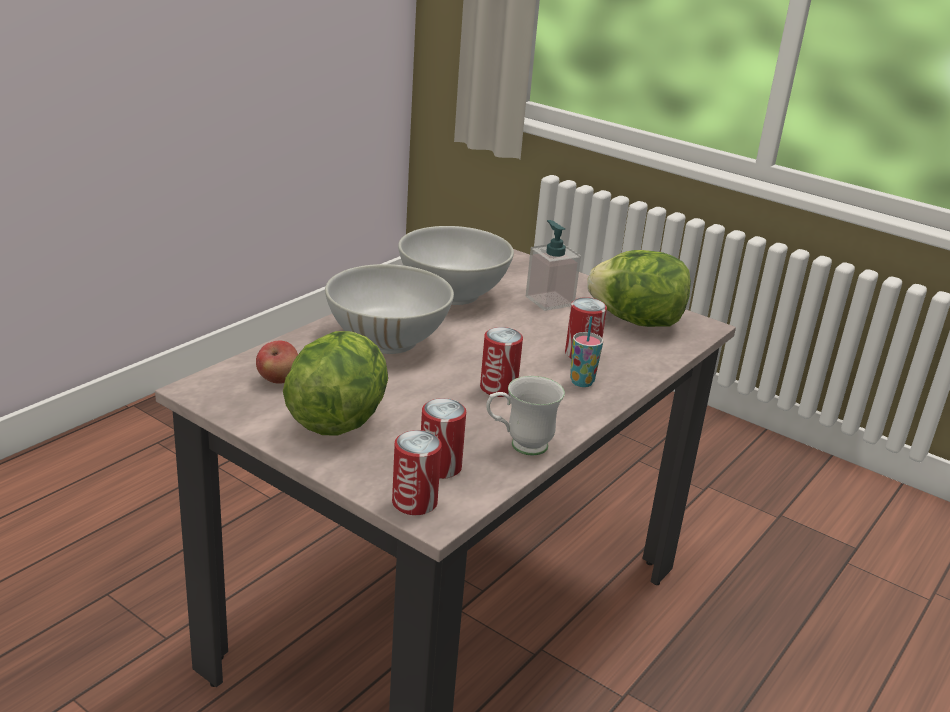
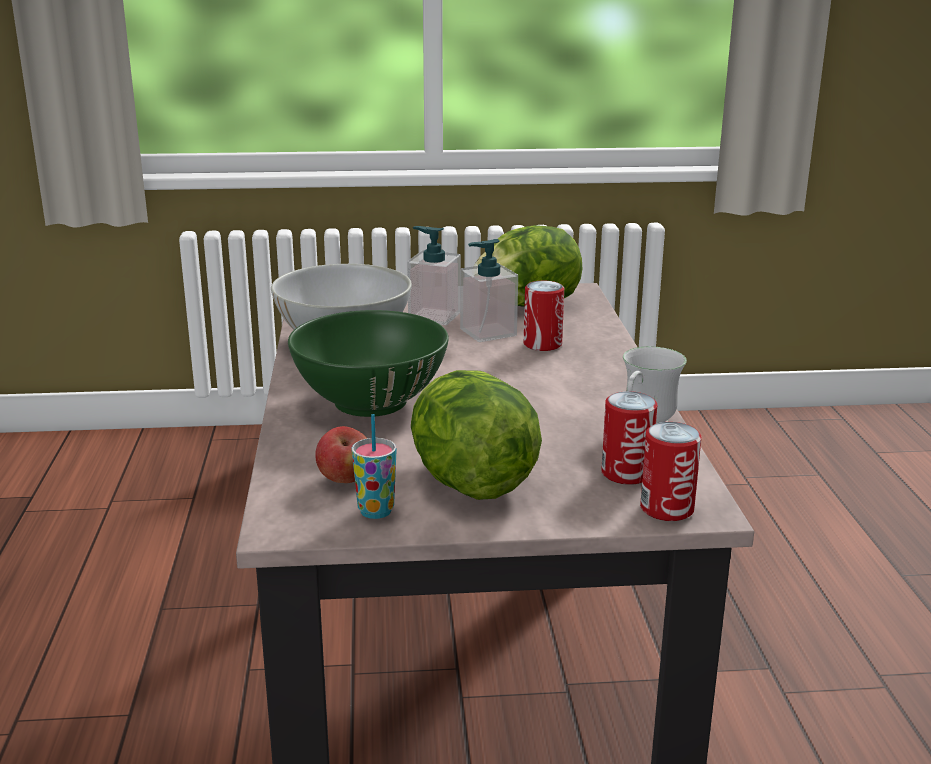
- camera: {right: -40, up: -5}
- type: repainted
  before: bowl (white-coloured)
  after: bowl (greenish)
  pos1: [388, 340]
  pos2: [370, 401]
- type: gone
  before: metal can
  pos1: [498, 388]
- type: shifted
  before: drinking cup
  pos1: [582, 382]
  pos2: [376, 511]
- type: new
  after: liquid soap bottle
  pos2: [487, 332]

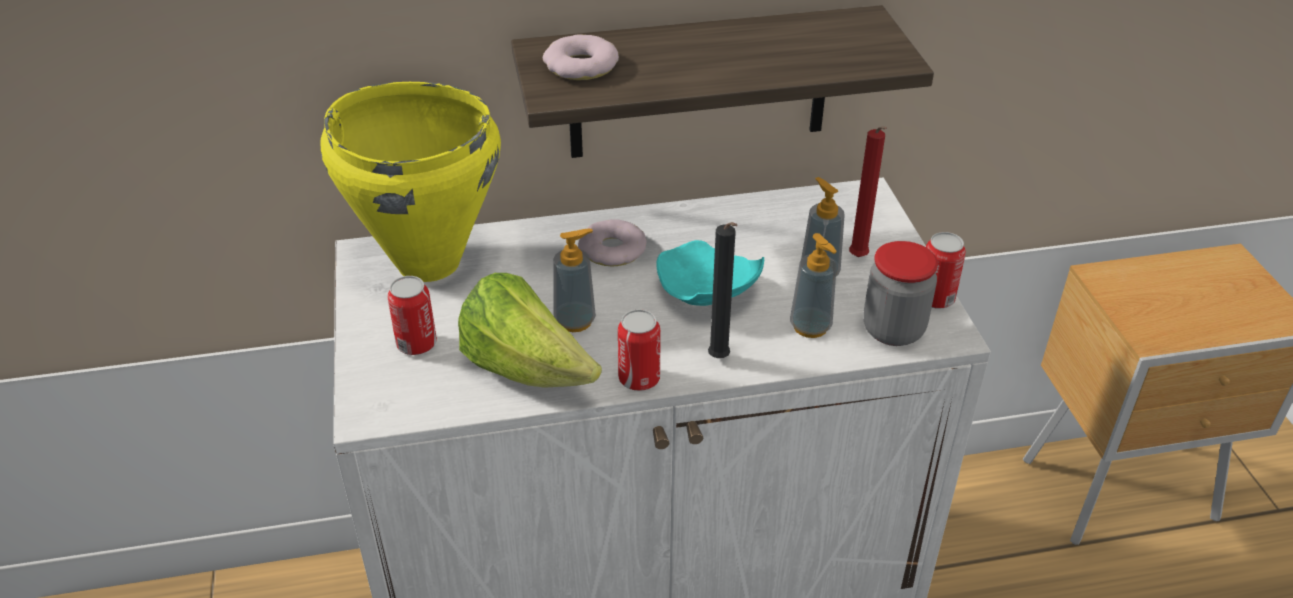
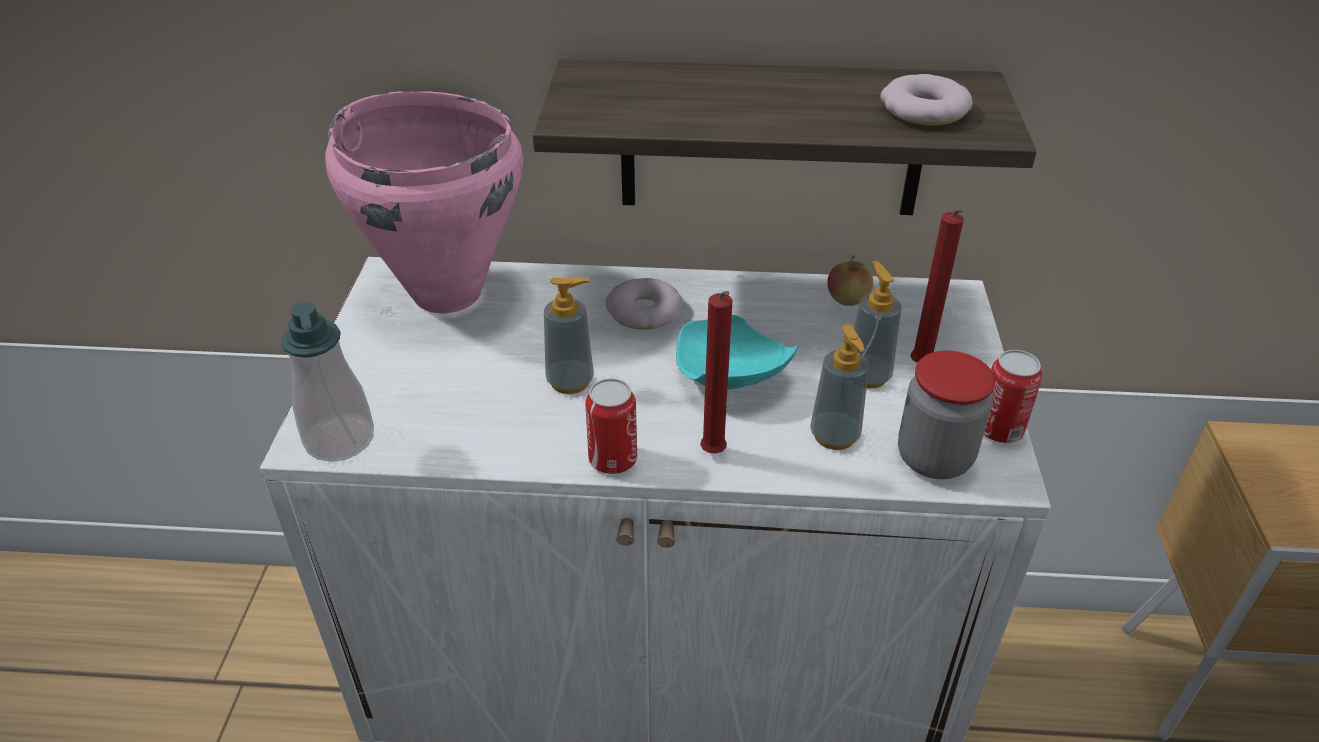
- camera: {right: 15, up: 0}
- type: repainted
  before: stockpot (yellow)
  after: stockpot (pinkish)
  pos1: [428, 261]
  pos2: [447, 292]
- type: gone
  before: metal can
  pos1: [416, 344]
- type: gone
  before: lettuce
  pos1: [527, 369]
- type: shifted
  before: doughnut
  pos1: [581, 66]
  pos2: [924, 110]
- type: repainted
  before: candle (blackish)
  after: candle (red-coloured)
  pos1: [720, 360]
  pos2: [713, 455]
- type: new
  after: liquid soap bottle
  pos2: [340, 439]
- type: new
  after: whole apple
  pos2: [847, 300]

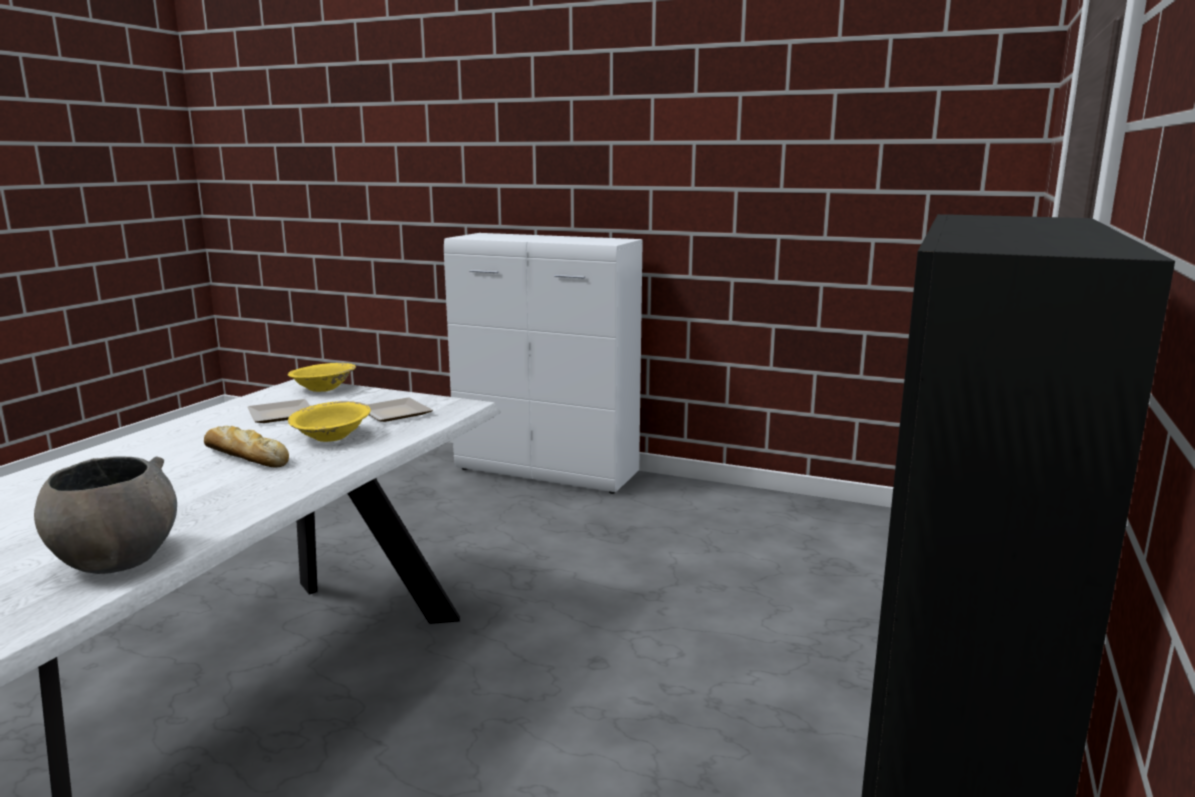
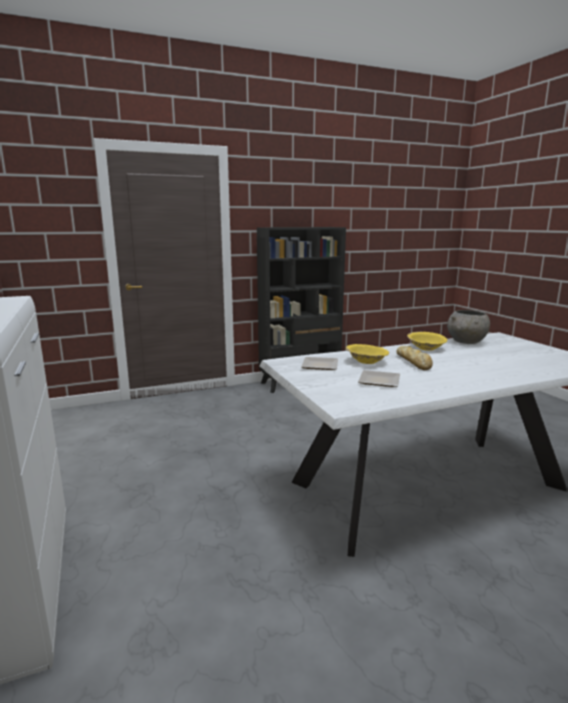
- camera: {right: -135, up: 0}
- type: shifted
  before: bowl (yellow)
  pos1: [323, 388]
  pos2: [426, 348]

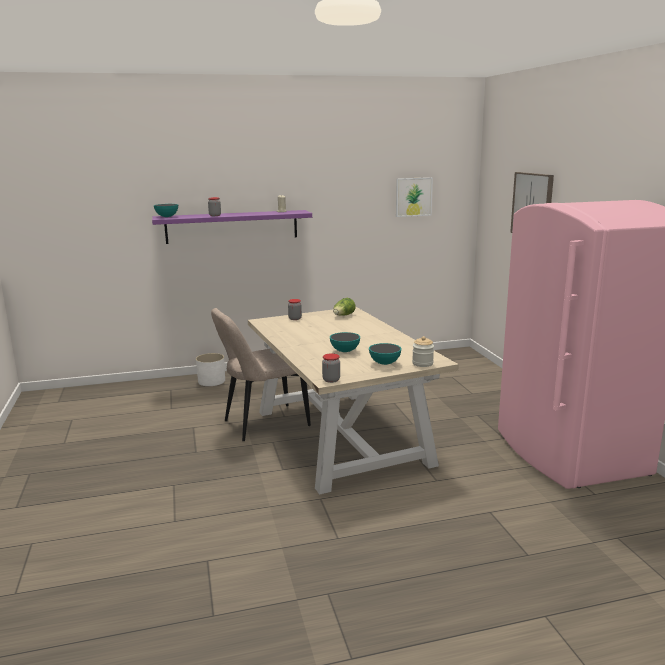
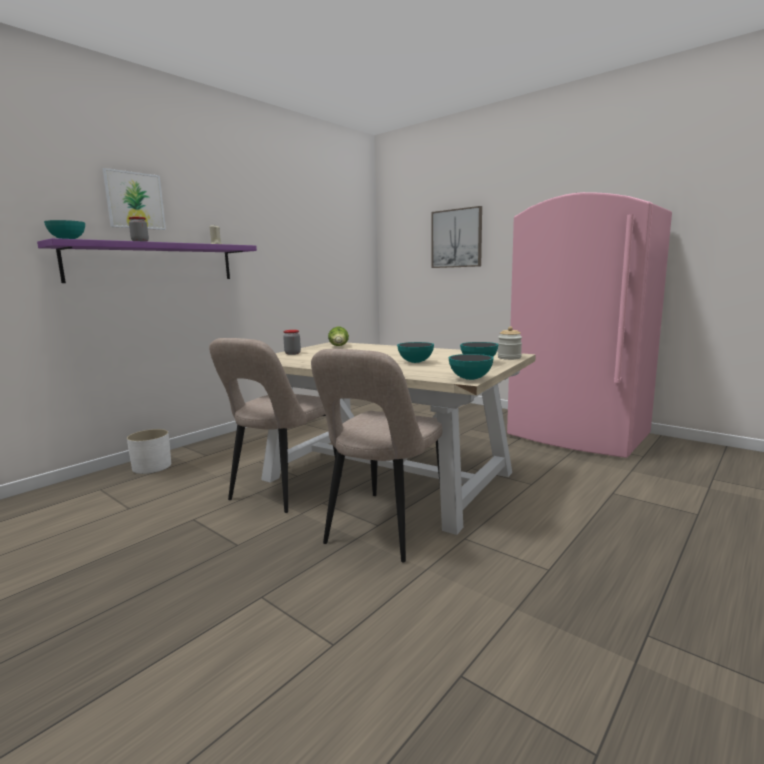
- camera: {right: -35, up: -5}
- type: swapped
  before: storage jar
  after: bowl
  pos1: [331, 380]
  pos2: [470, 379]
- type: shifted
  before: picture
  pos1: [413, 197]
  pos2: [135, 200]
- type: new
  after: upright chair (beige-coloured)
  pos2: [384, 529]

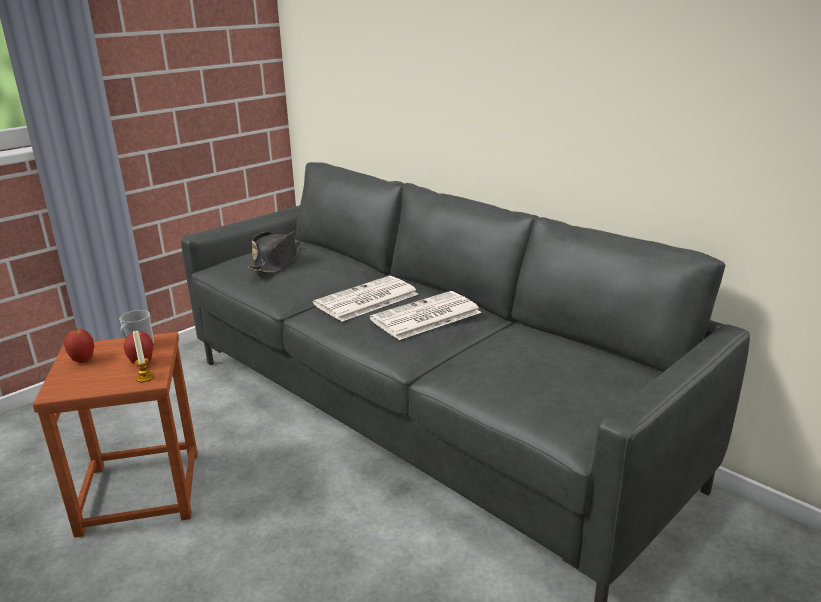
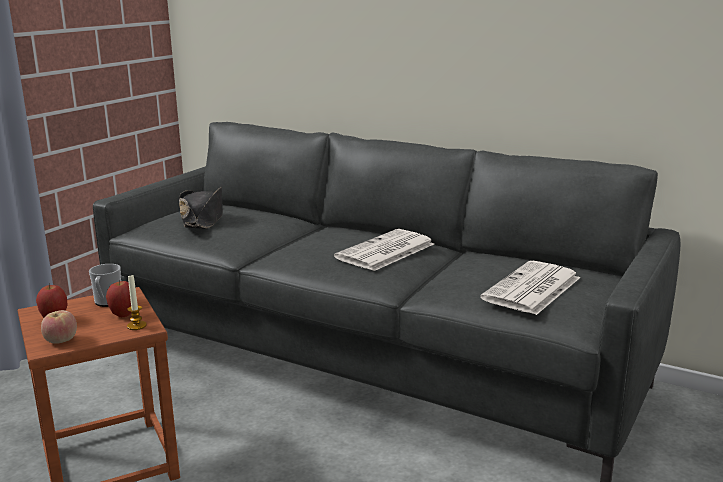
- camera: {right: -15, up: -5}
- type: shifted
  before: daily paper
  pos1: [366, 300]
  pos2: [532, 289]
- type: new
  after: whole apple
  pos2: [60, 340]

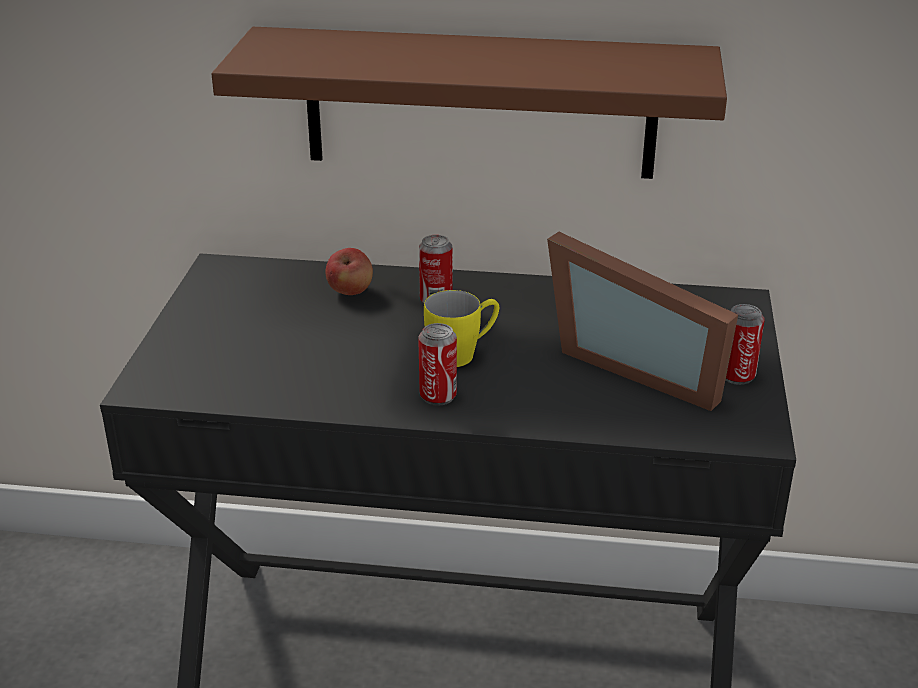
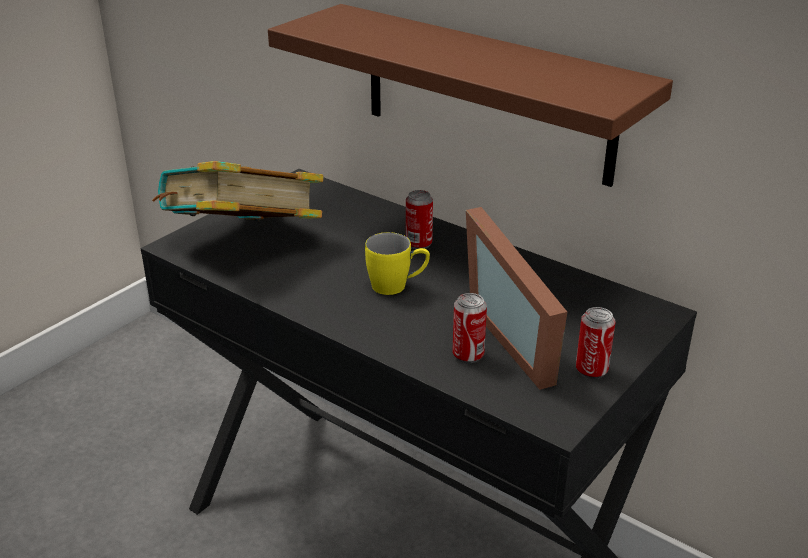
- camera: {right: 30, up: 0}
- type: gone
  before: whole apple
  pos1: [350, 291]
- type: shifted
  before: metal can
  pos1: [438, 396]
  pos2: [468, 355]
- type: new
  after: book
  pos2: [243, 243]

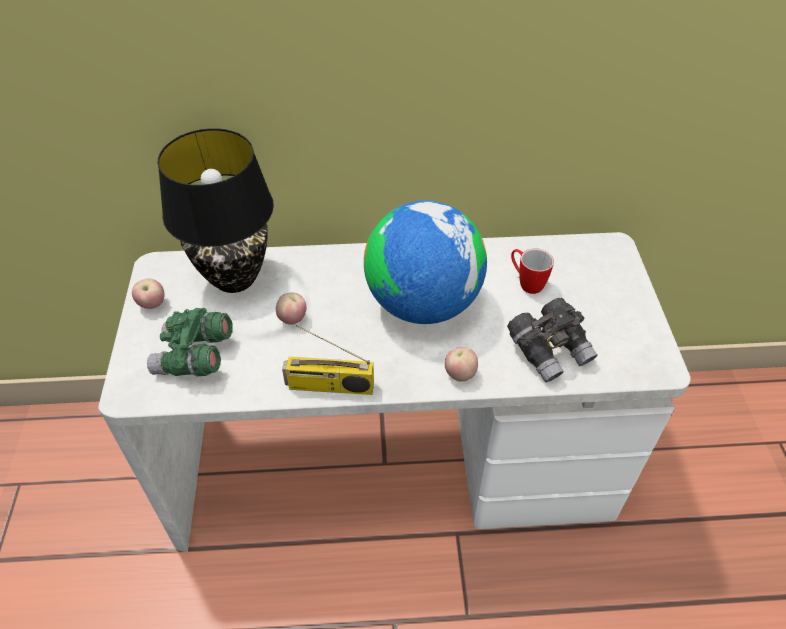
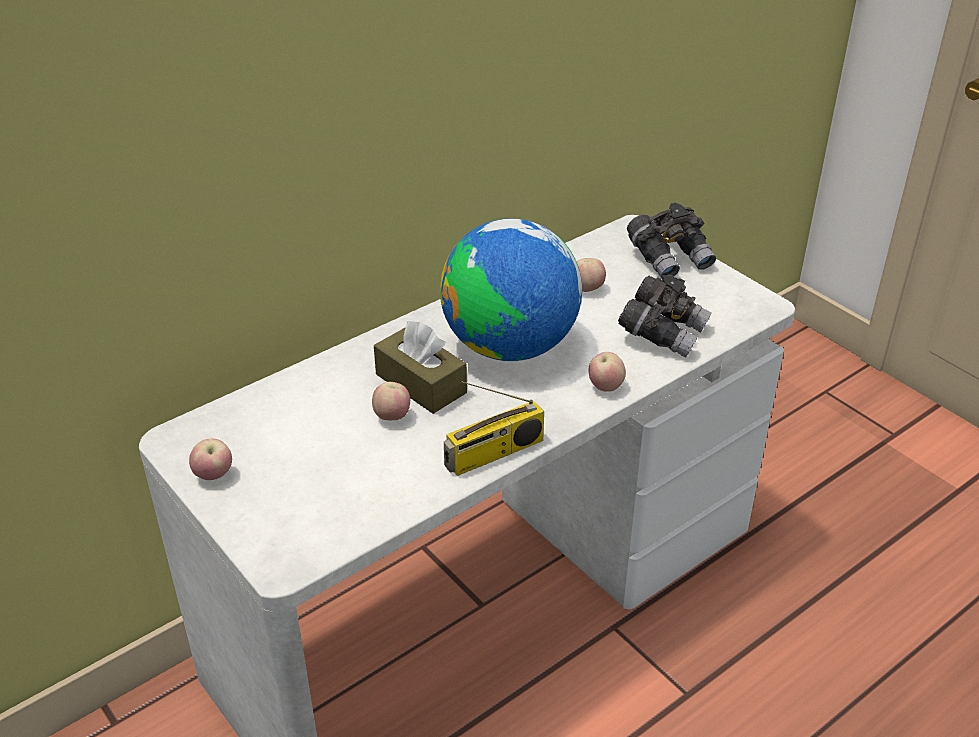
- camera: {right: -35, up: -10}
- type: gone
  before: field glasses (greenish)
  pos1: [195, 358]
- type: gone
  before: lamp for a table (blackish)
  pos1: [233, 278]
- type: swapped
  before: coffee mug
  after: whole apple
  pos1: [526, 283]
  pos2: [587, 289]
- type: new
  after: tissue box (brown)
  pos2: [421, 383]
- type: new
  after: field glasses (grey)
  pos2: [670, 258]

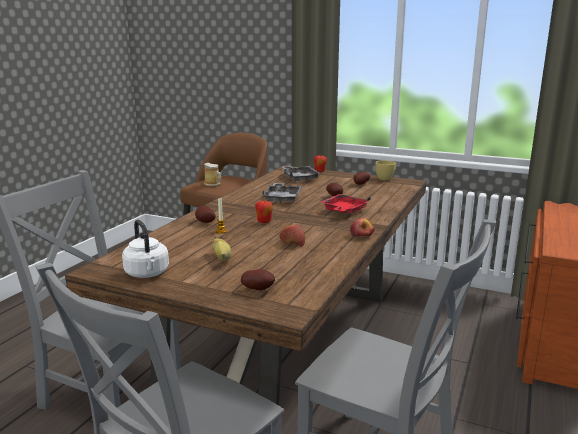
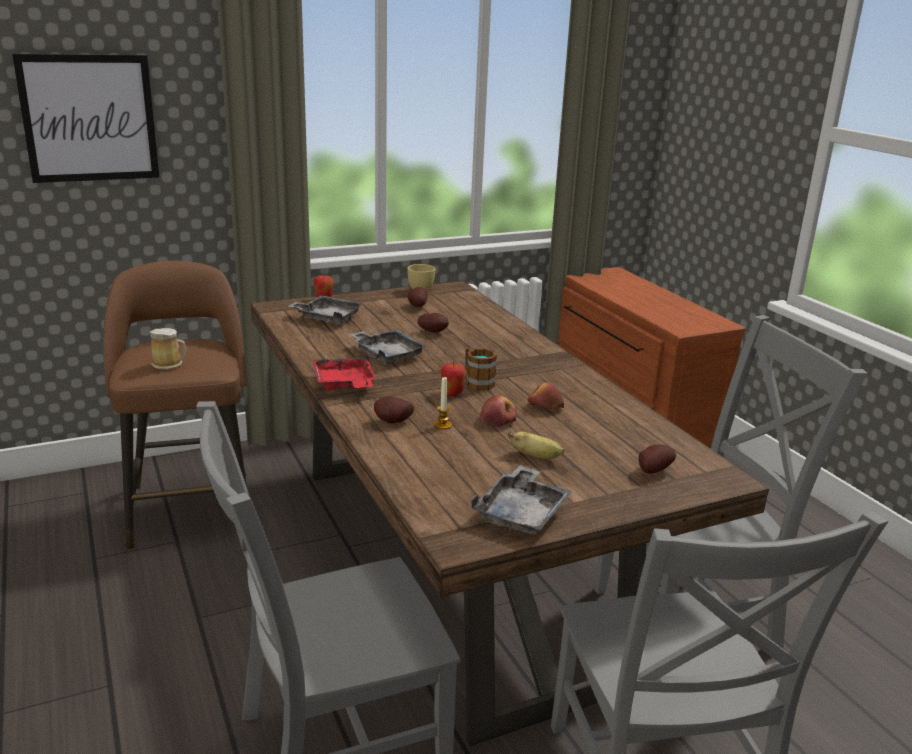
- camera: {right: -50, up: 5}
- type: swapped
  before: tea kettle (white-coloured)
  after: carrying tray (grey)
  pos1: [147, 274]
  pos2: [522, 513]
- type: shifted
  before: carrying tray (red-coloured)
  pos1: [344, 211]
  pos2: [344, 384]
- type: shifted
  before: whole apple
  pos1: [362, 235]
  pos2: [498, 420]
- type: new
  after: picture
  pos2: [89, 118]
- type: new
  after: coffee mug
  pos2: [476, 381]

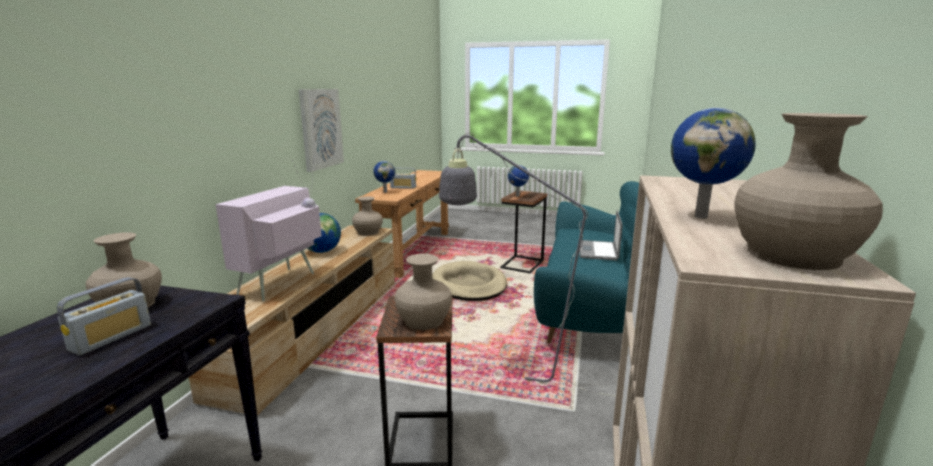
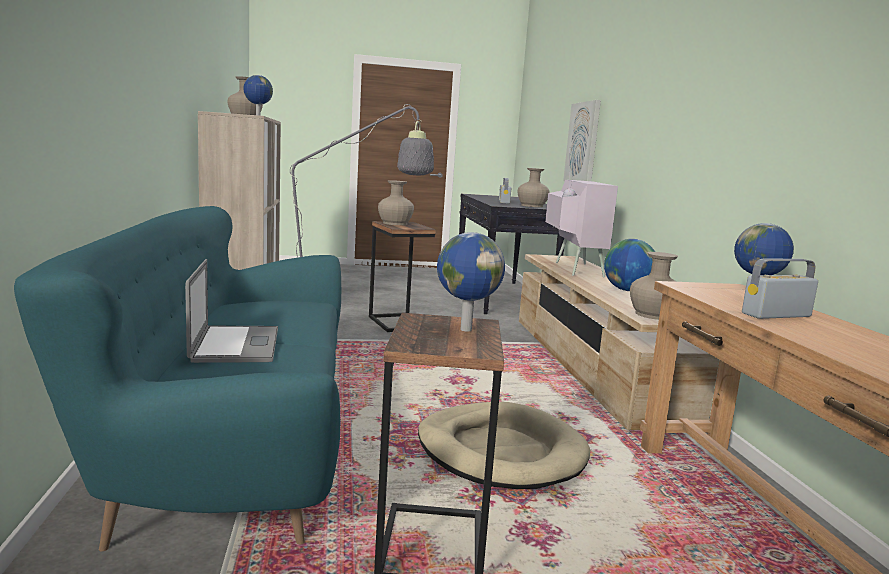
- camera: {right: 155, up: -5}
- type: shifted
  before: picture
  pos1: [321, 128]
  pos2: [583, 143]

